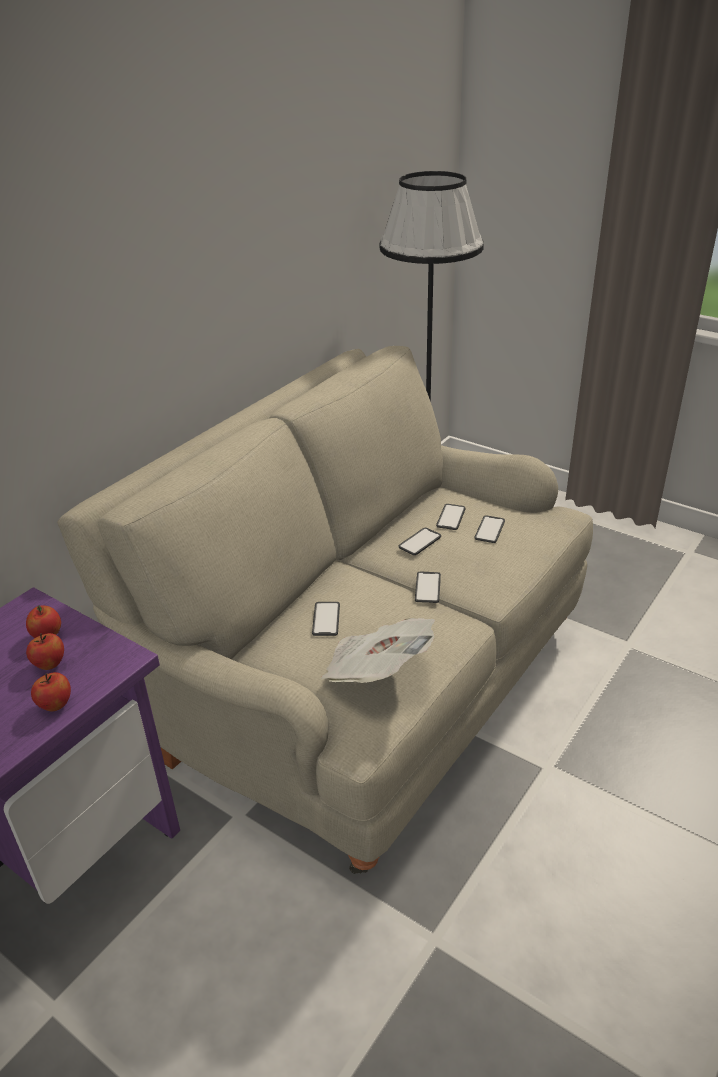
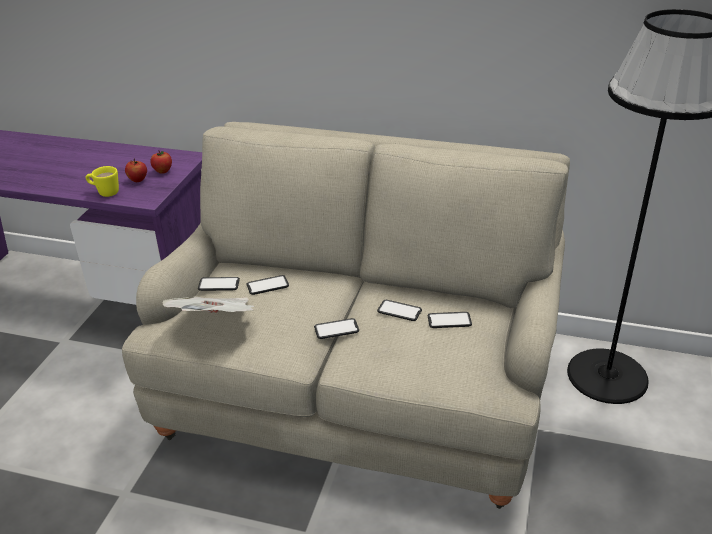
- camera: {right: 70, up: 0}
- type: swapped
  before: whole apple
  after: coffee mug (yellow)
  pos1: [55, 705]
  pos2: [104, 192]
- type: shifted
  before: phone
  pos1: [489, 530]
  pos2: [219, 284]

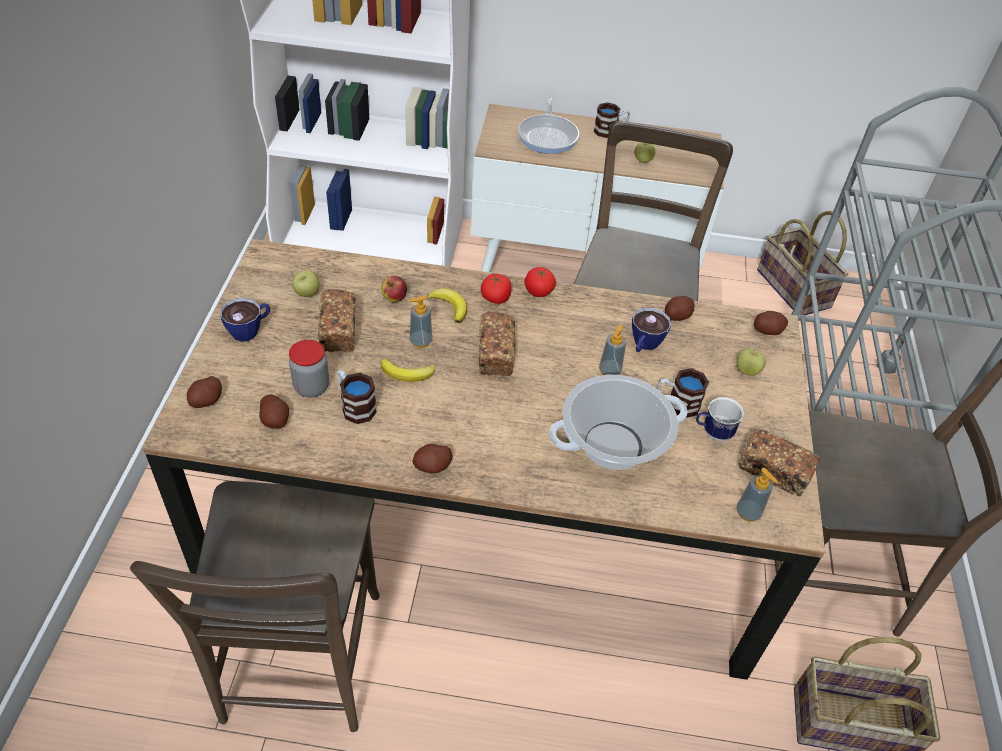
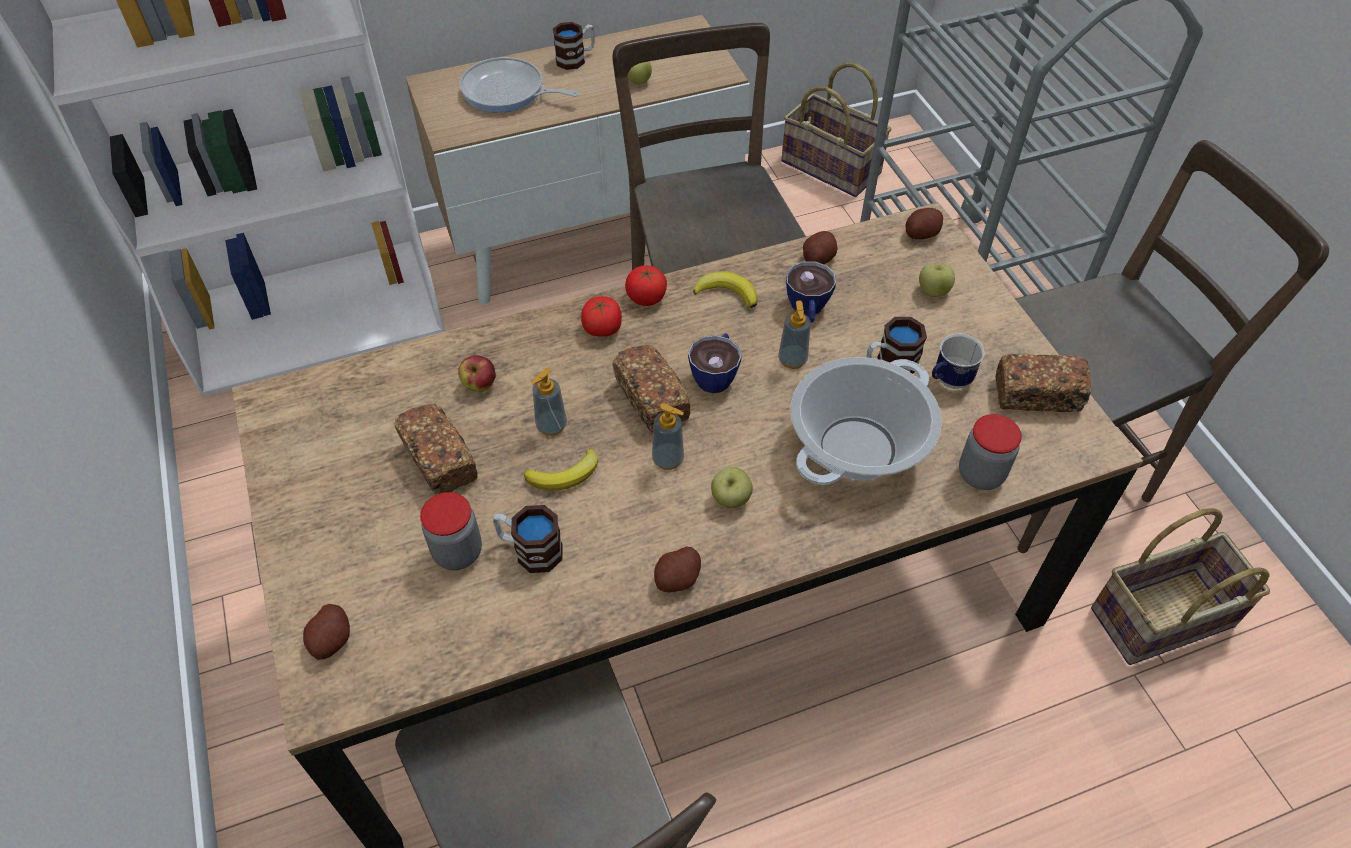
- camera: {right: -25, up: 5}
- type: shifted
  before: drinking cup
  pos1: [250, 330]
  pos2: [716, 374]
- type: gone
  before: spud
  pos1: [275, 420]
- type: shifted
  before: whole apple
  pos1: [307, 293]
  pos2: [731, 499]
- type: shifted
  before: banana
  pos1: [450, 306]
  pos2: [727, 293]
- type: rotated
  before: pan
  pos1: [548, 136]
  pos2: [507, 92]
  turn: 135
- type: shifted
  before: liquid soap bottle
  pos1: [748, 513]
  pos2: [668, 459]
- type: new
  after: storage jar
  pos2: [981, 474]

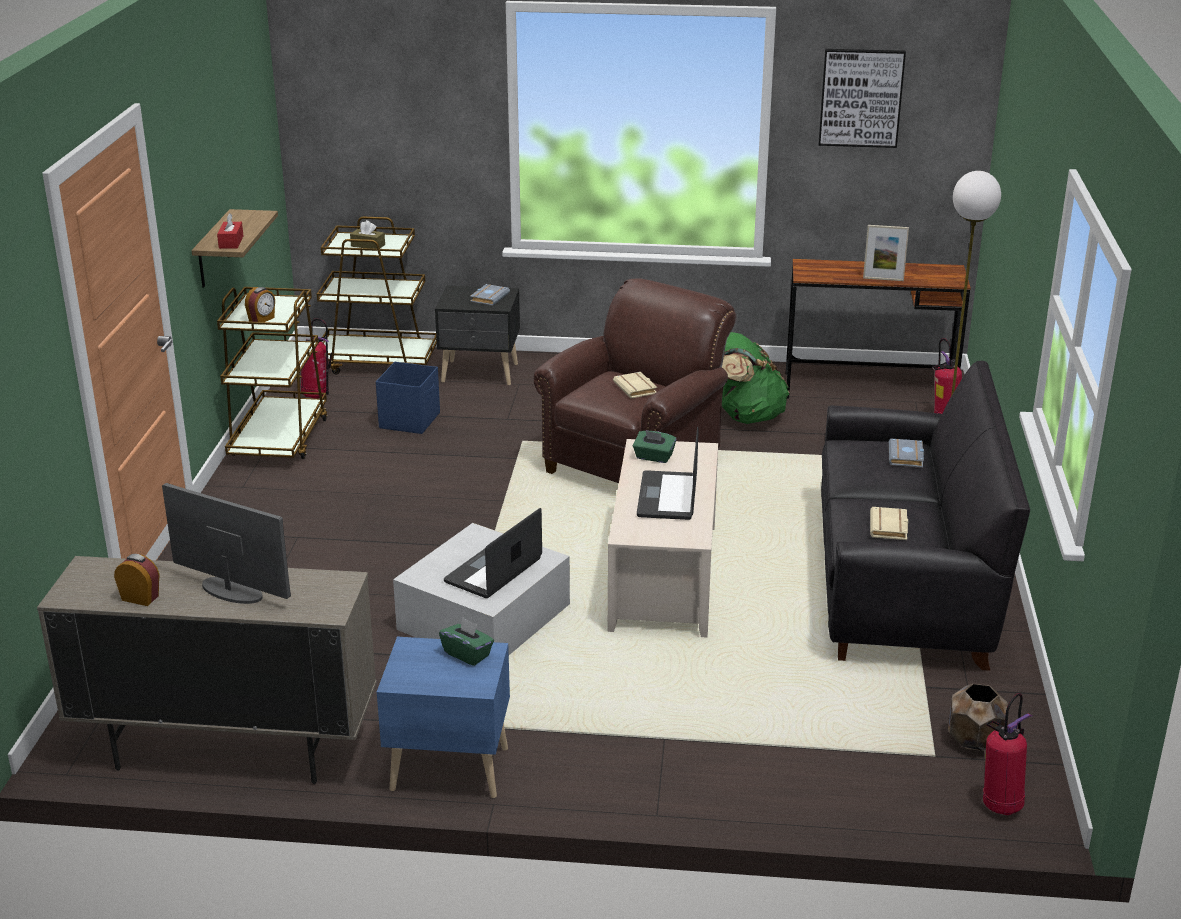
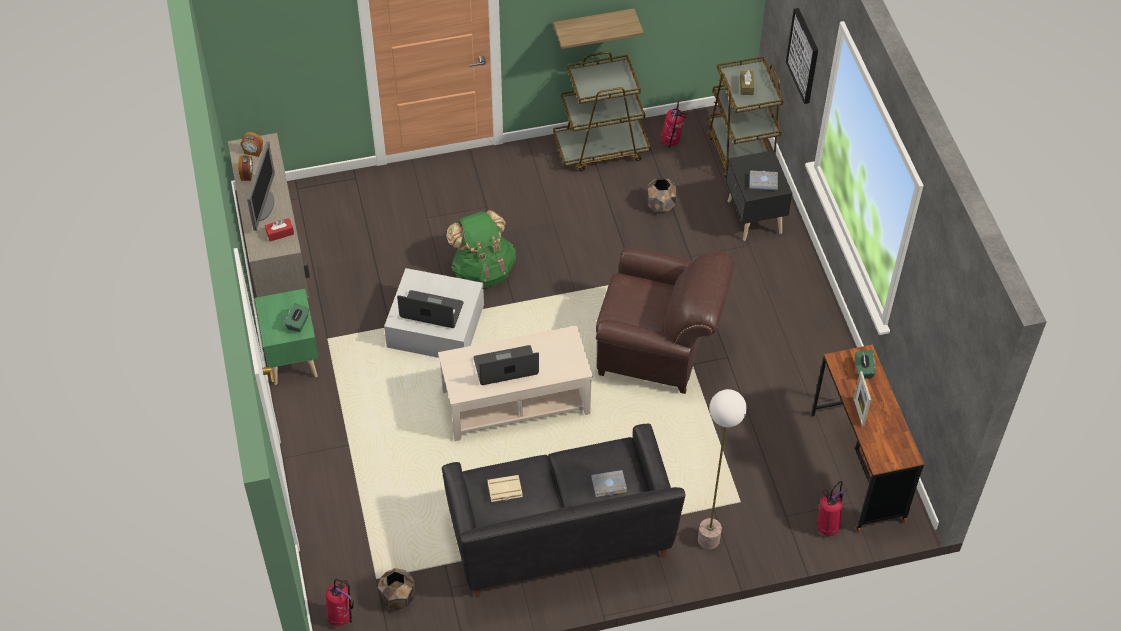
- camera: {right: 70, up: 25}
- type: shifted
  before: tissue box (red-coloured)
  pos1: [231, 242]
  pos2: [280, 233]
- type: shifted
  before: table clock
  pos1: [262, 319]
  pos2: [253, 152]
- type: swapped
  before: storage box (blue)
  after: plant pot (brown)
  pos1: [410, 420]
  pos2: [661, 205]
- type: repainted
  before: nightstand (blue)
  after: nightstand (greenish)
  pos1: [448, 767]
  pos2: [293, 357]
- type: gone
  before: book (beige-coloured)
  pos1: [637, 389]
- type: shifted
  before: tissue box (greenish)
  pos1: [654, 457]
  pos2: [863, 369]
- type: shifted
  before: knapsack (greenish)
  pos1: [744, 416]
  pos2: [483, 270]
- type: shifted
  before: picture
  pos1: [861, 97]
  pos2: [804, 55]

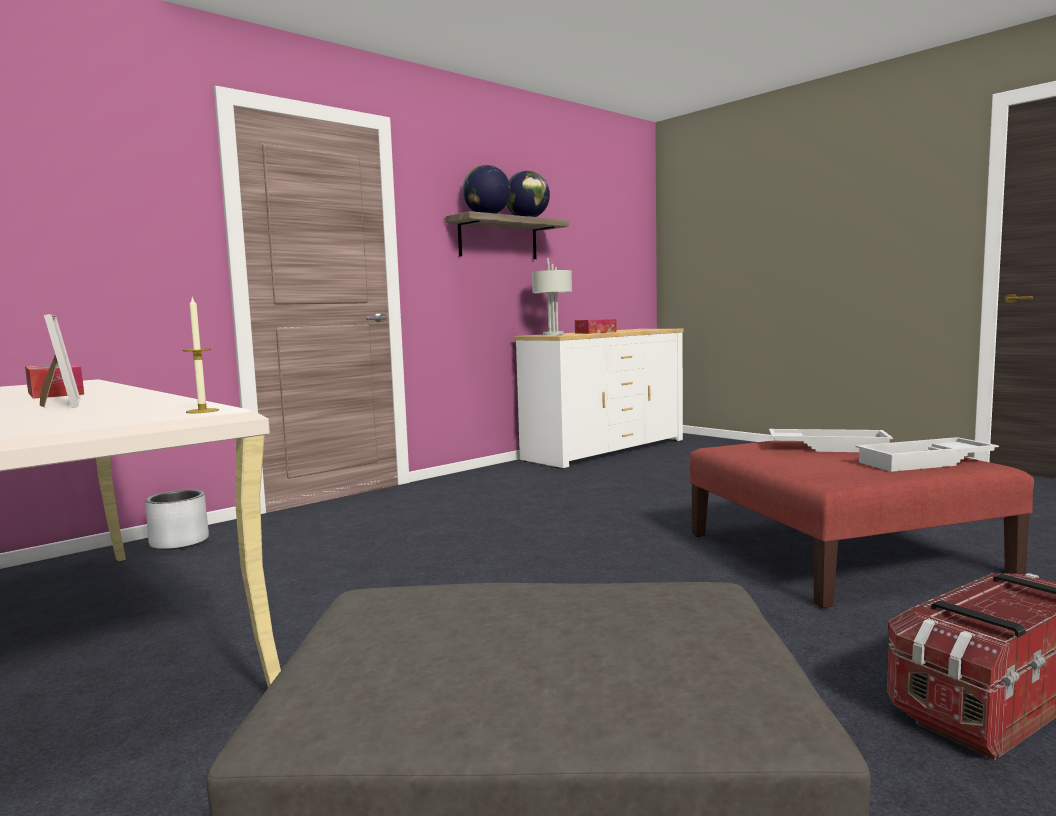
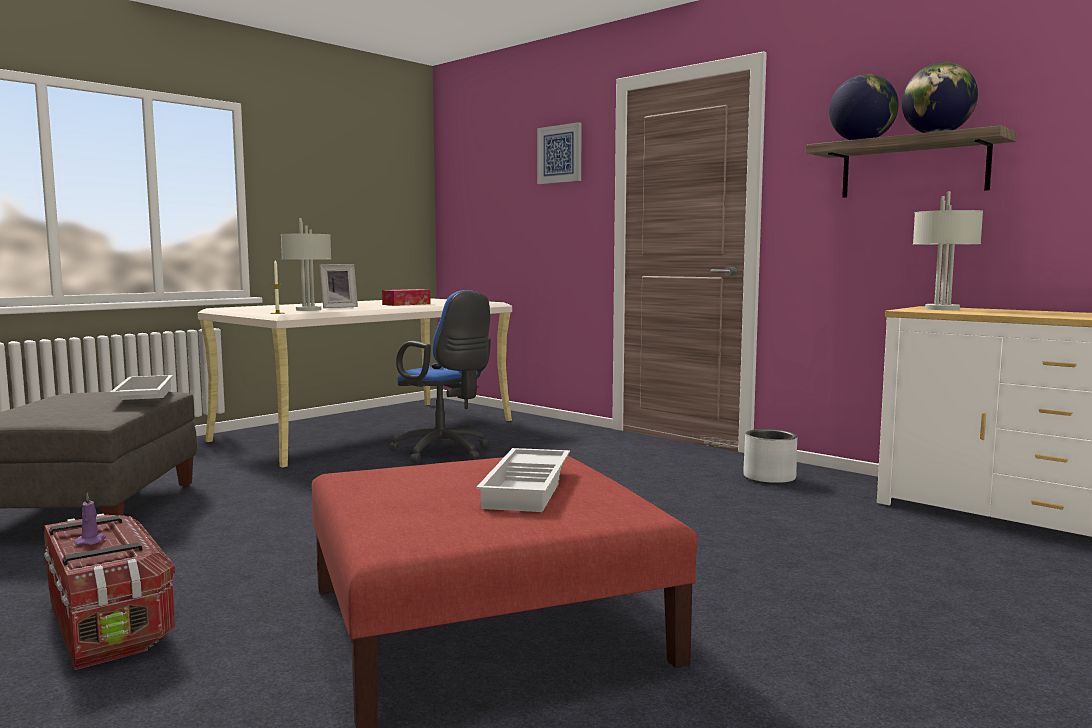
- camera: {right: 85, up: 0}
- type: shifted
  before: plant pot (grey)
  pos1: [179, 542]
  pos2: [769, 478]
- type: gone
  before: tissue box
  pos1: [595, 332]
- type: shifted
  before: carrying tray (white-coloured)
  pos1: [925, 462]
  pos2: [142, 396]
- type: new
  after: candle (purple-coloured)
  pos2: [91, 541]
- type: new
  after: lamp for a table (grey)
  pos2: [309, 310]
- type: new
  after: desk chair (blue)
  pos2: [445, 452]
- type: new
  after: picture
  pos2: [560, 154]

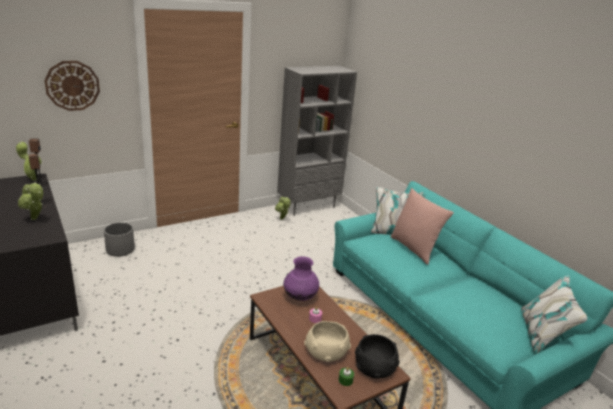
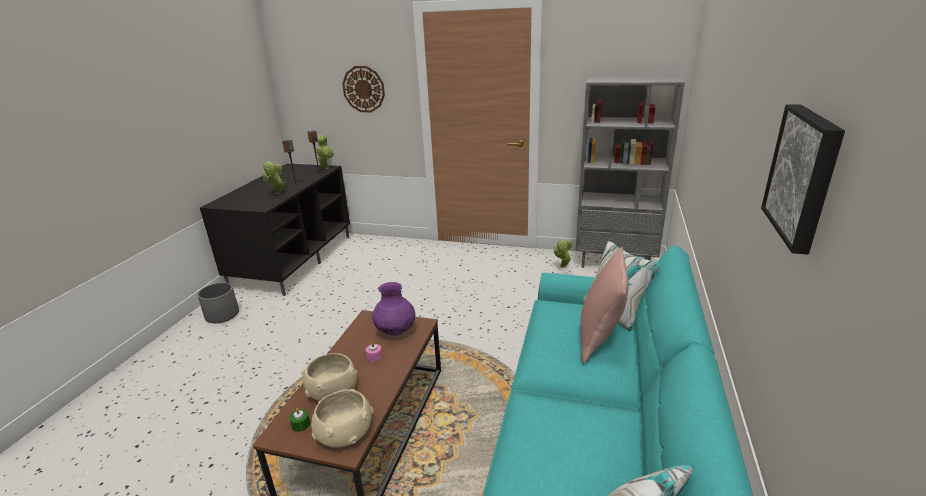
- camera: {right: 50, up: 0}
- type: shifted
  before: plant pot (grey)
  pos1: [120, 250]
  pos2: [222, 315]
- type: repainted
  before: bowl (blackish)
  after: bowl (beige-coloured)
  pos1: [375, 366]
  pos2: [344, 432]
- type: new
  after: picture
  pos2: [804, 175]

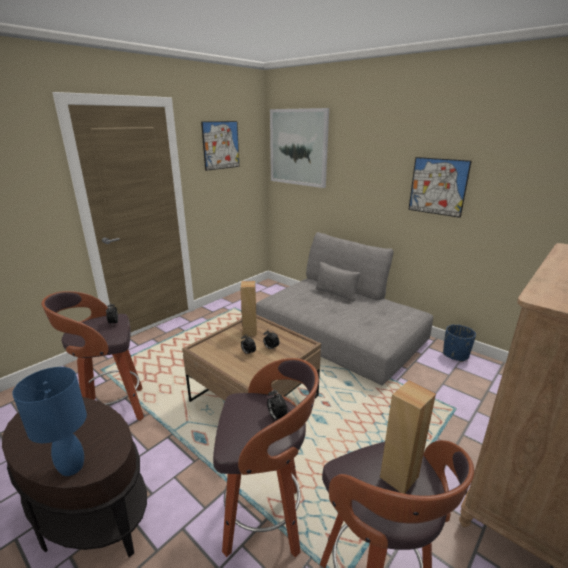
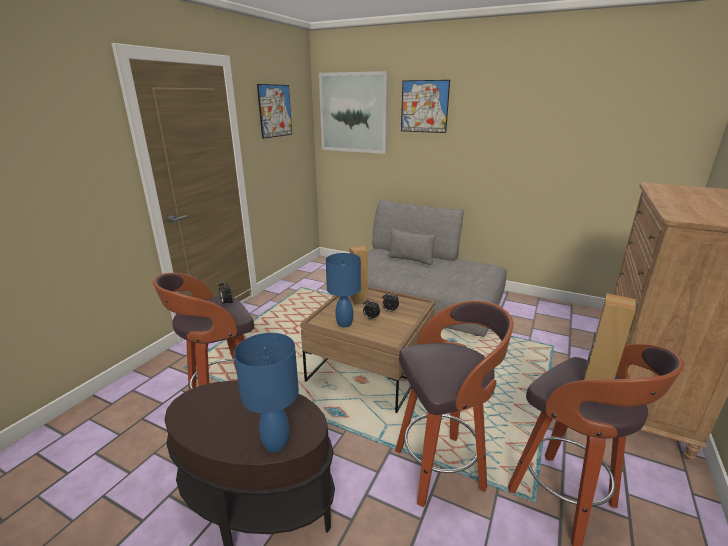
- camera: {right: -15, up: 0}
- type: gone
  before: table clock
  pos1: [276, 417]
- type: shifted
  before: picture
  pos1: [438, 186]
  pos2: [424, 106]
- type: gone
  before: plant pot (blue)
  pos1: [455, 355]
- type: new
  after: lamp for a table (blue)
  pos2: [344, 323]

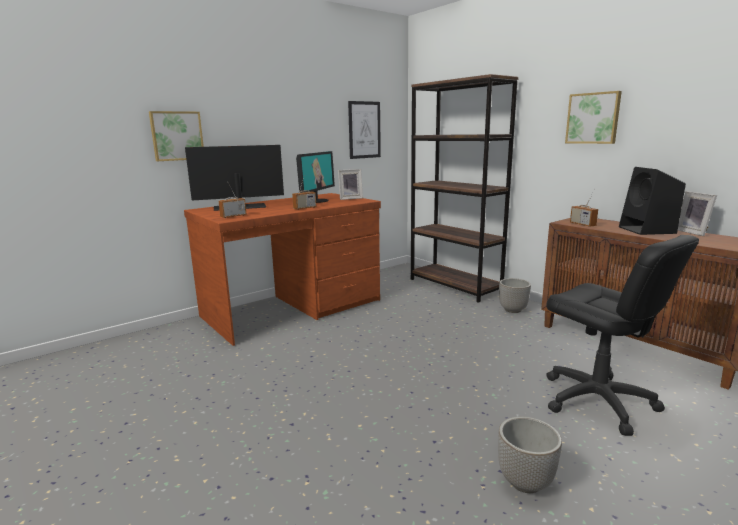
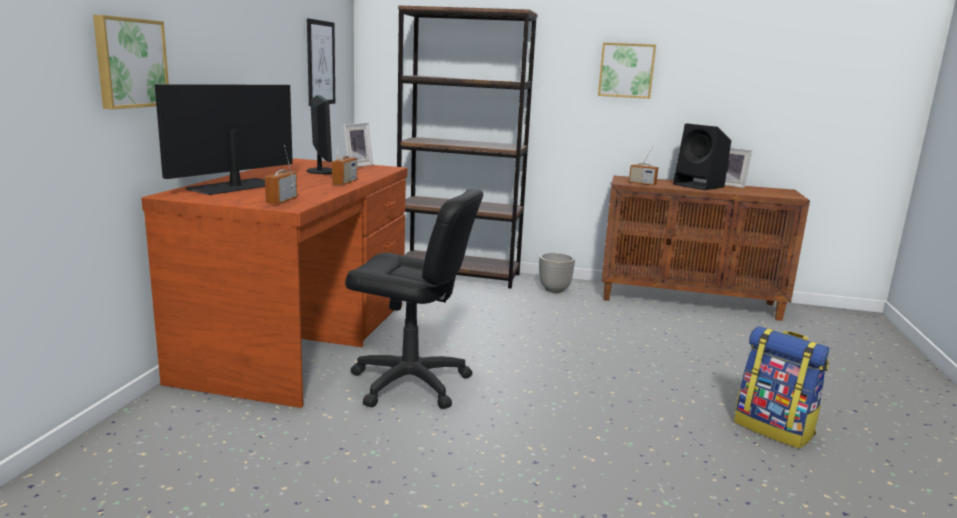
- camera: {right: -40, up: 0}
- type: swapped
  before: plant pot
  after: knapsack
  pos1: [525, 482]
  pos2: [774, 429]
- type: shifted
  before: desk chair (blackish)
  pos1: [597, 401]
  pos2: [410, 383]

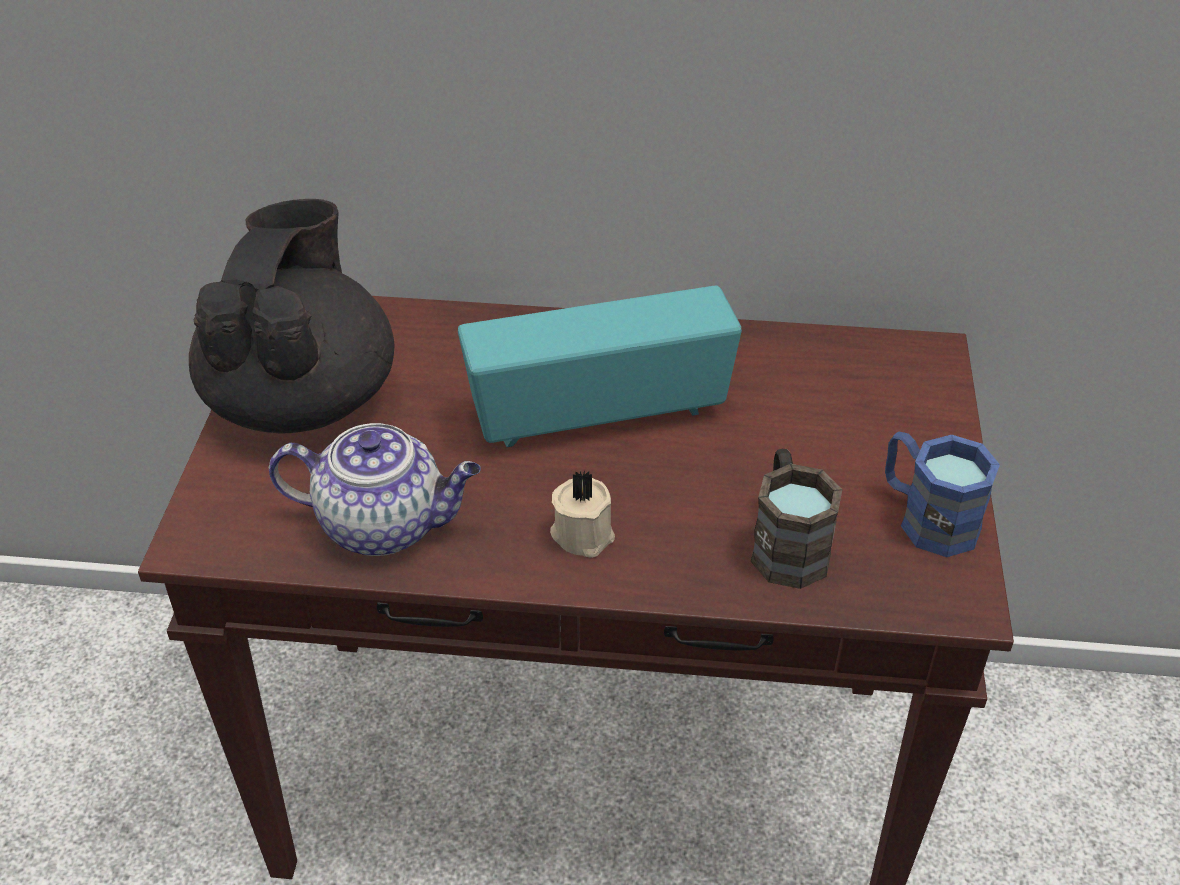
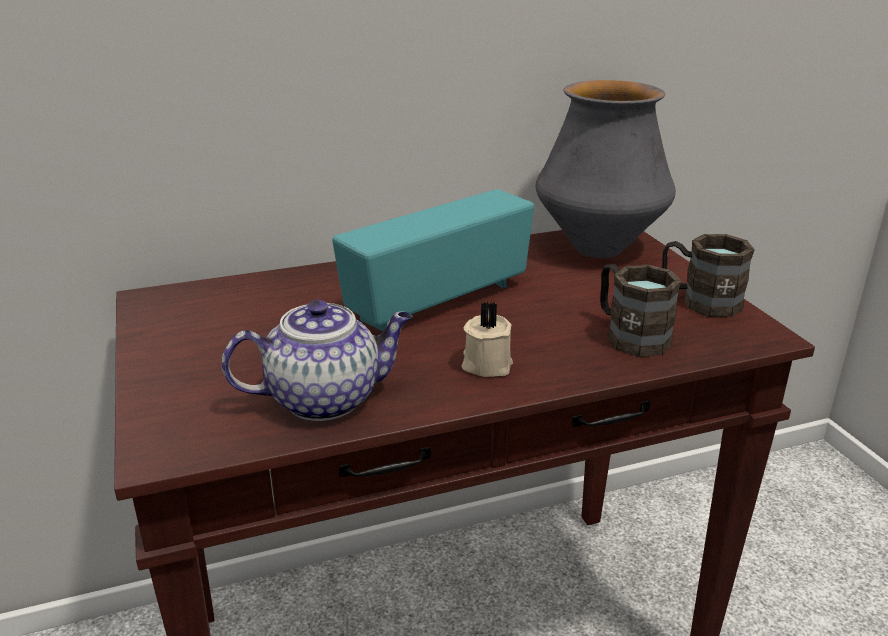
- camera: {right: -25, up: -15}
- type: gone
  before: pot for tea (blackish)
  pos1: [303, 398]
- type: repainted
  before: coffee mug (blue)
  after: coffee mug (brown)
  pos1: [926, 517]
  pos2: [699, 301]
- type: new
  after: flower vase
  pos2: [598, 249]

